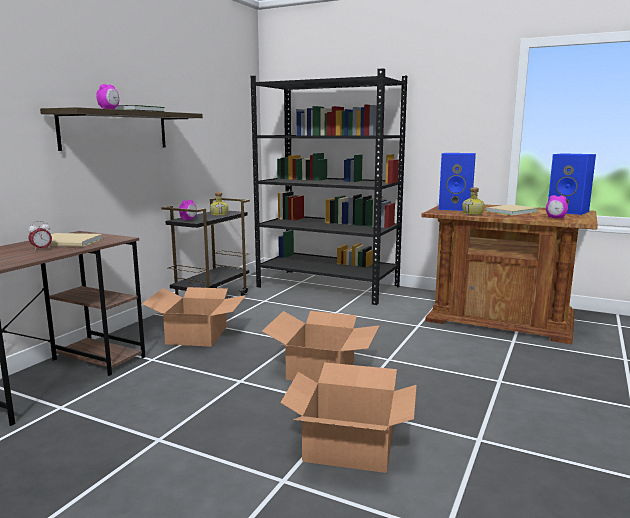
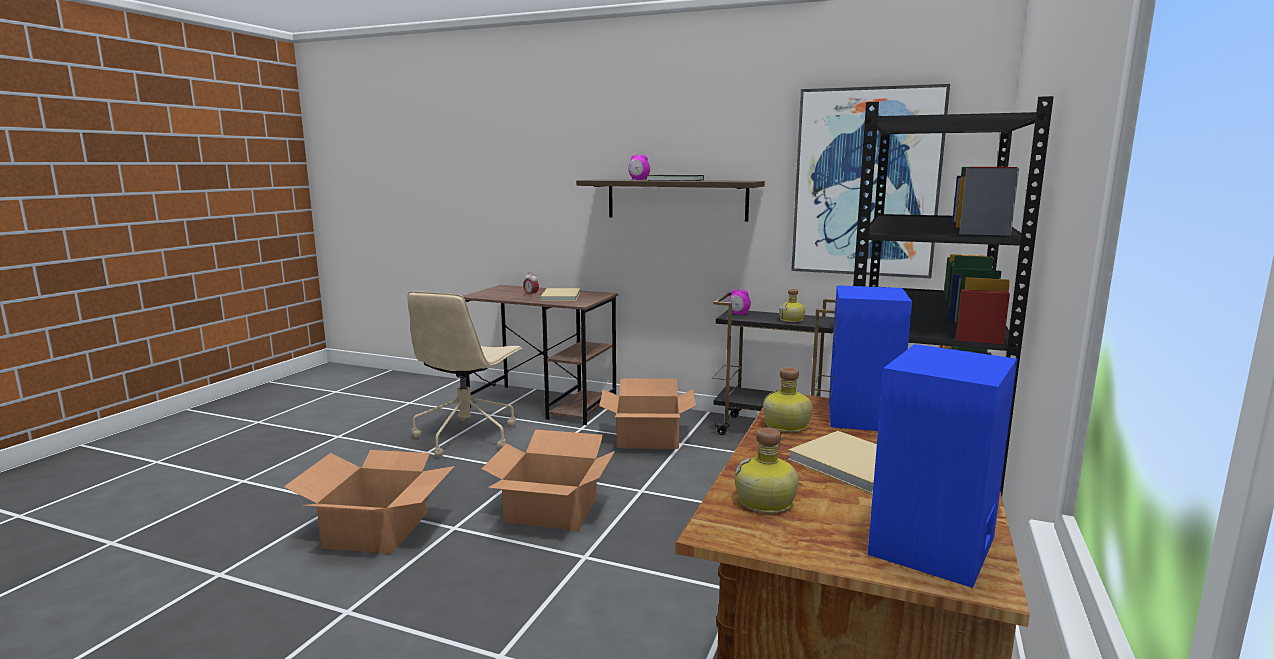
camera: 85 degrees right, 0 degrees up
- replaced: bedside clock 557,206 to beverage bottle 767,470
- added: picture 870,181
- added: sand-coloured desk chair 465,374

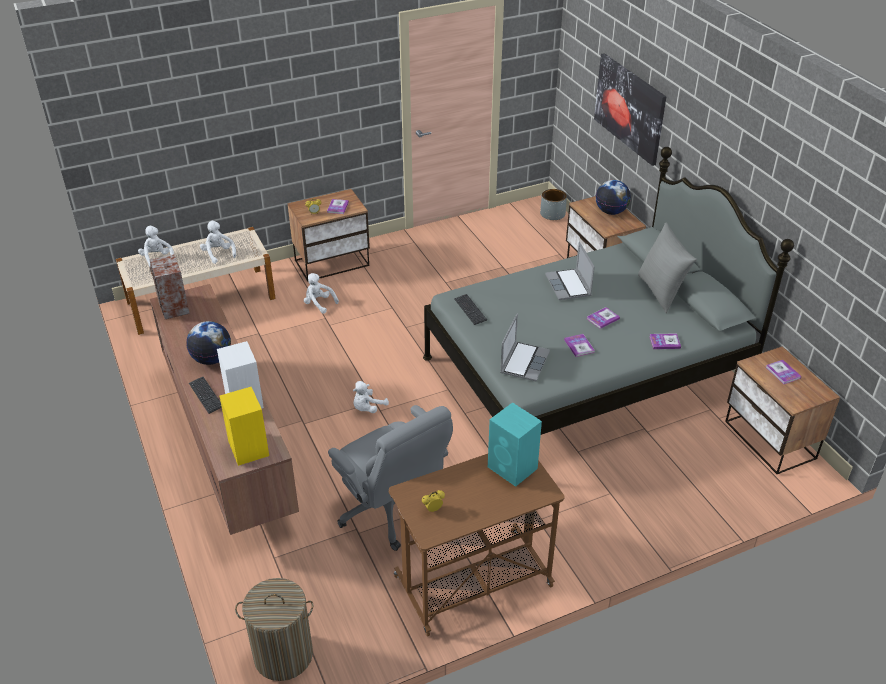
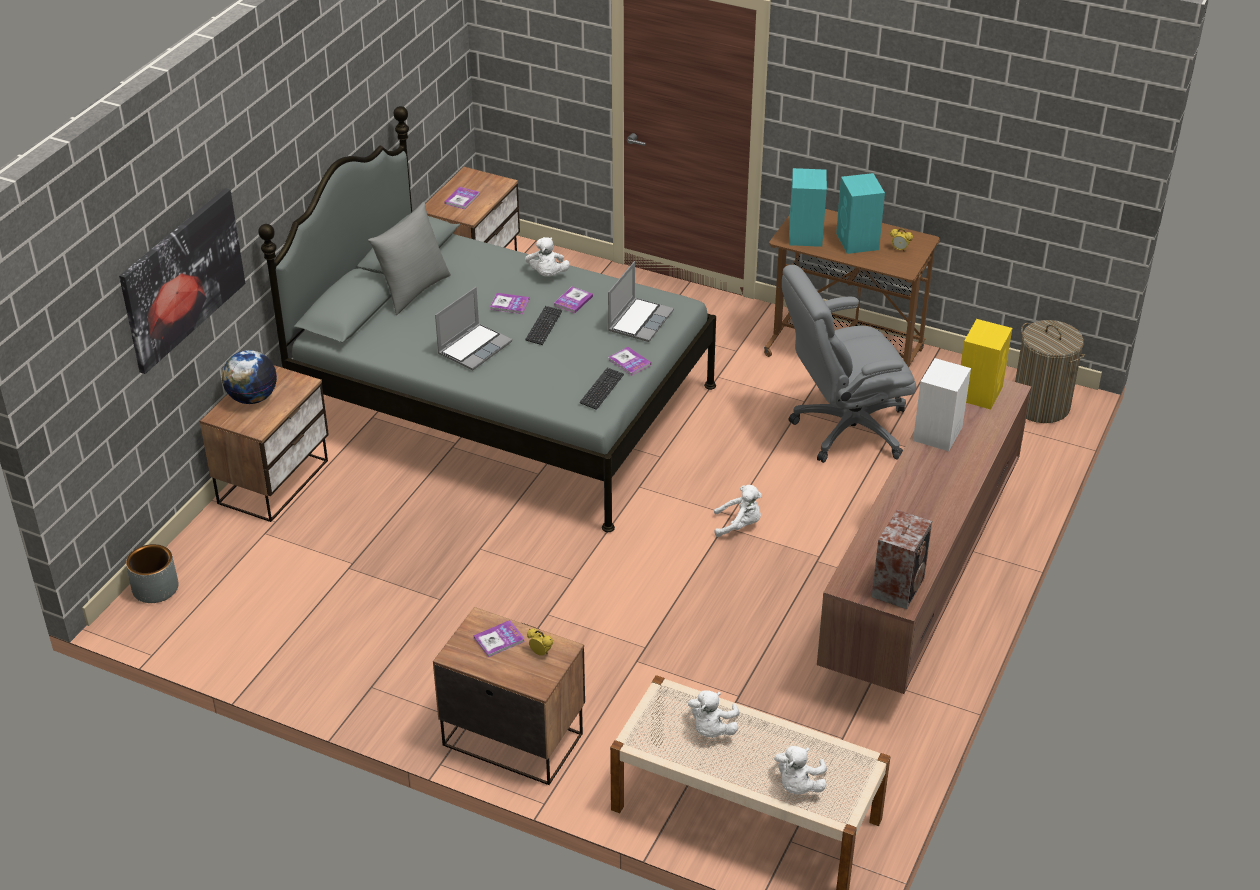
camera: 130 degrees left, 0 degrees up
- moved: whitish soft toy 321,293 to 547,257
- turned: portable computer 525,347 = 641,301 135 degrees clockwise
- removed: desk globe 208,343
- moved: bound book 665,341 to 630,361
- moved: computer keyboard 205,395 to 543,325
- turned: gray desk chair 390,478 = 849,364 120 degrees counterclockwise
- added: turquoise-coloured loudspeaker 860,213

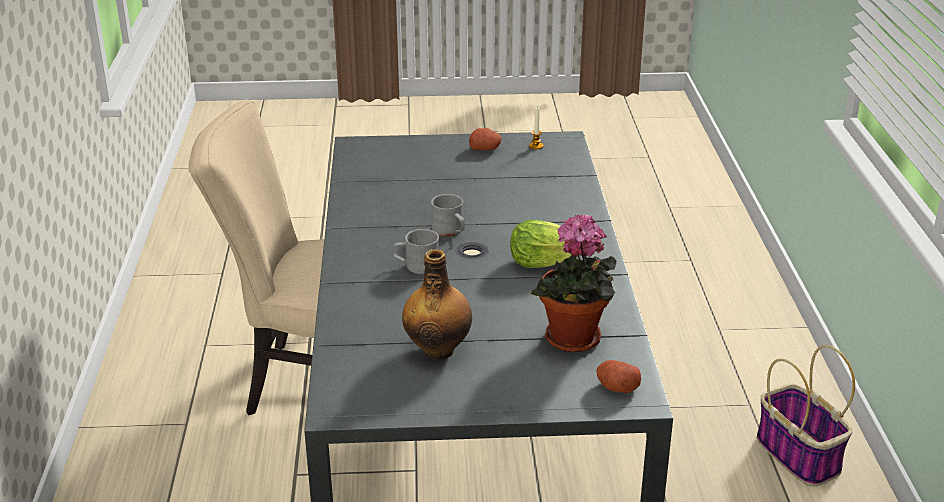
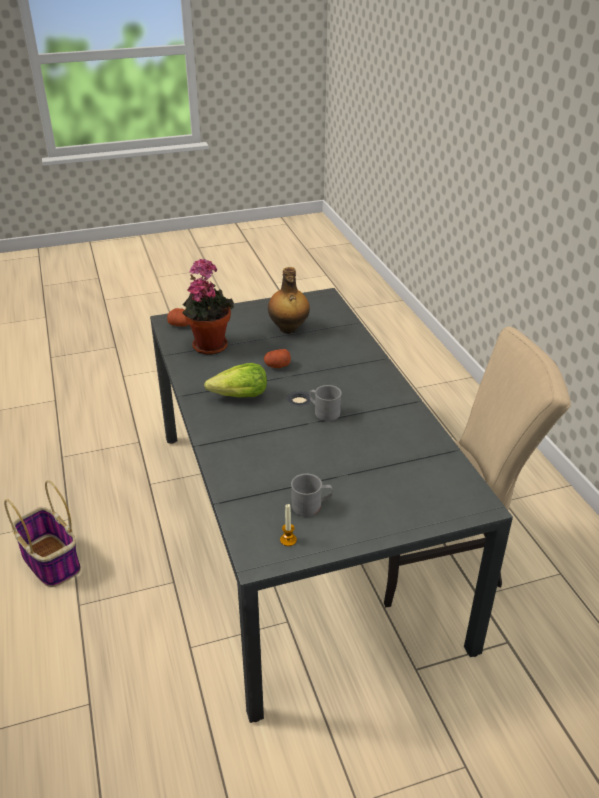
camera: 165 degrees right, 5 degrees up
- moved: spud 485,139 to 277,358
- moved: gray coffee mug 416,251 to 312,495

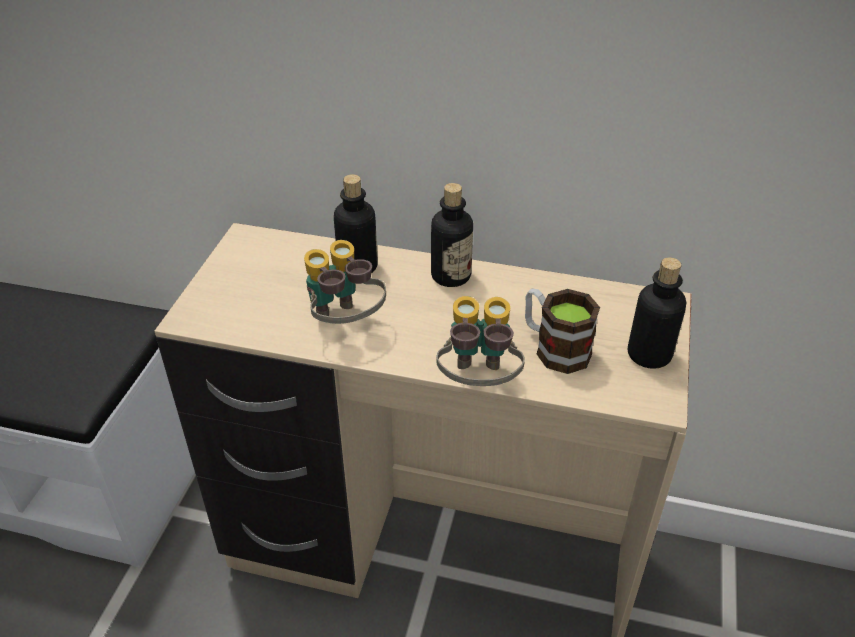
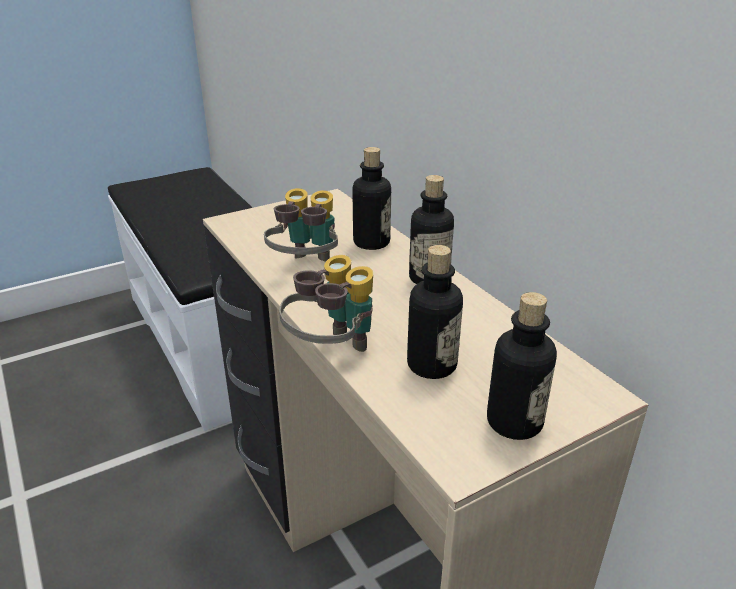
camera: 45 degrees right, 10 degrees down
- replaced: coffee mug 562,331 to beverage bottle 435,312

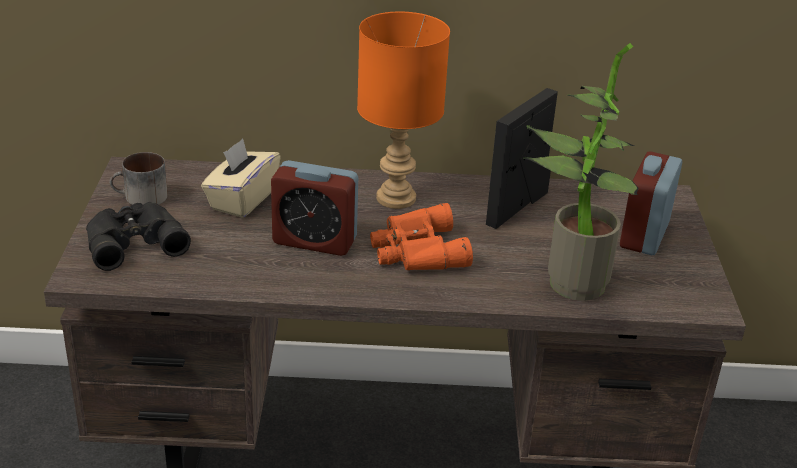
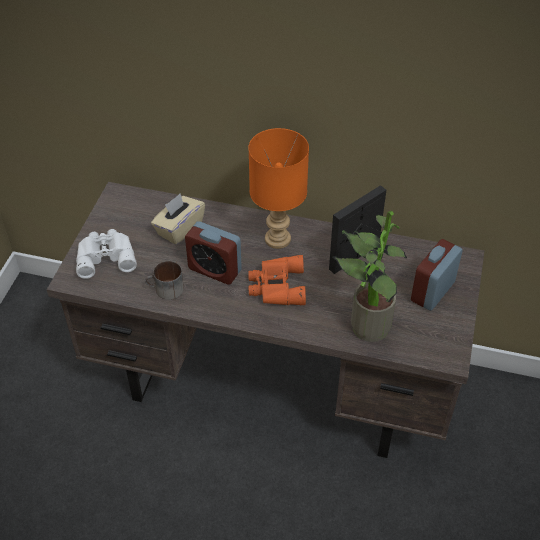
camera: 15 degrees right, 15 degrees up
- moved: coffee mug 138,178 to 164,280
- recoloured: black-coloured binoculars 138,236 to whitish binoculars 106,254

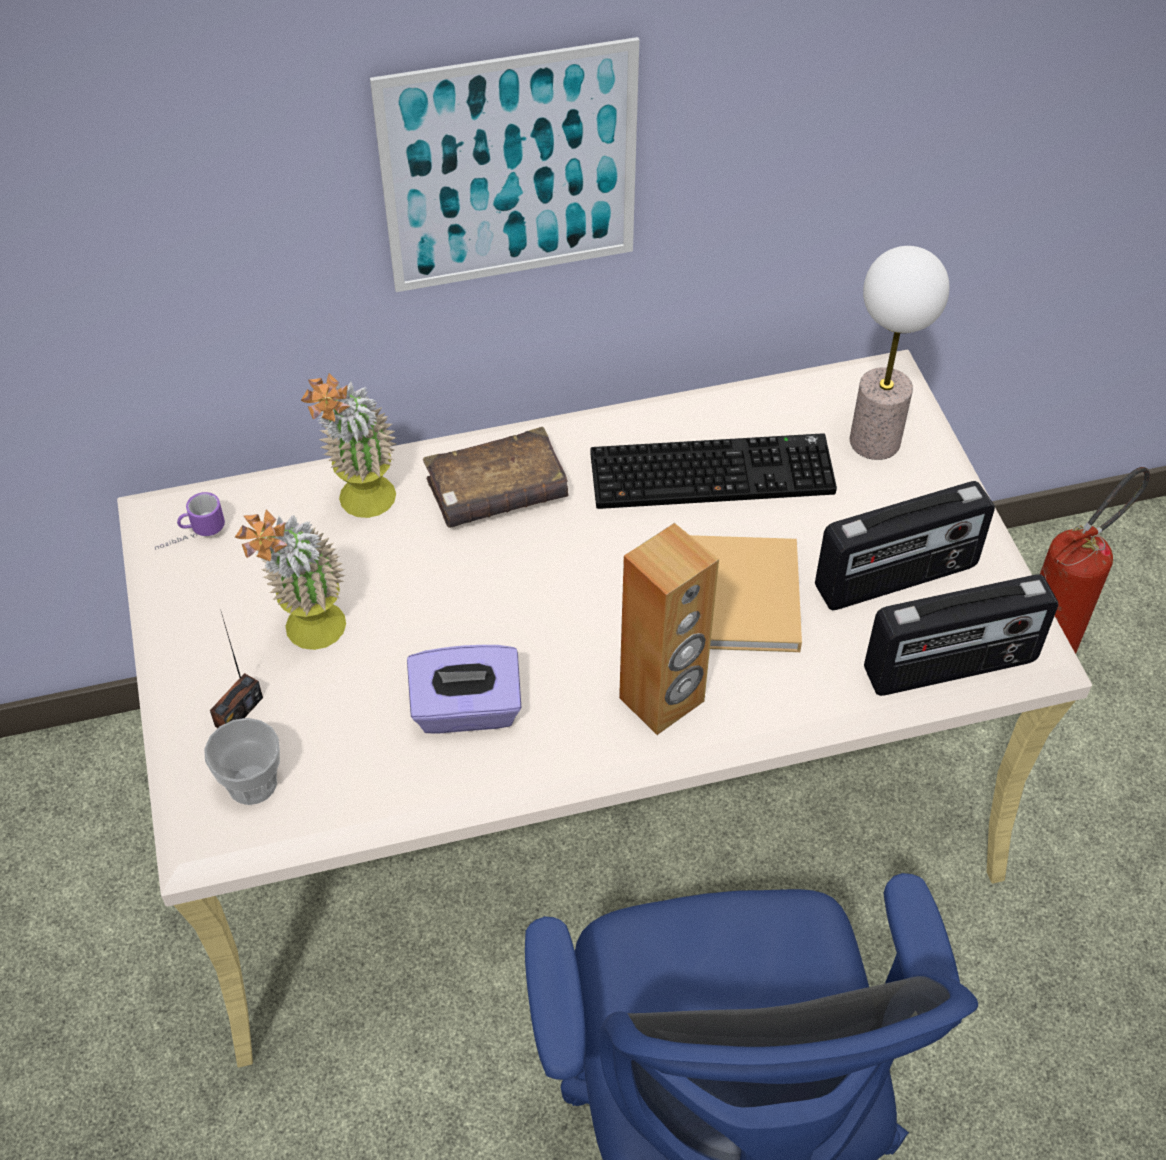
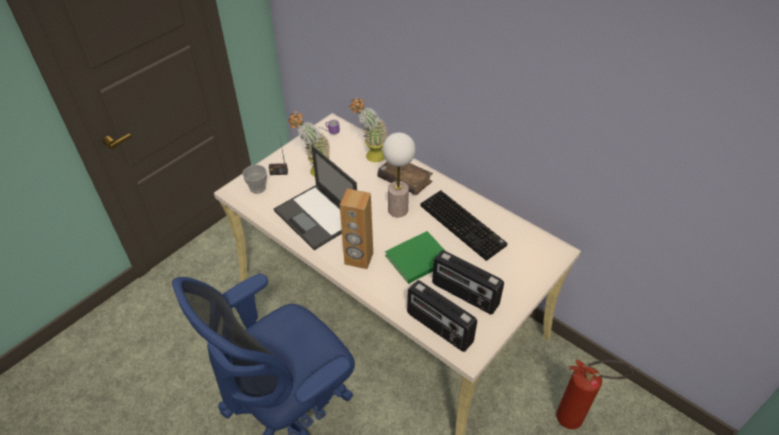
camera: 55 degrees right, 5 degrees down
- removed: picture 504,164
- moved: table lamp 899,353 to 399,175
- recoloured: sand-coloured bound book 746,593 to greenish bound book 415,257
- replaced: purple tissue holder 464,689 to portable computer 315,197

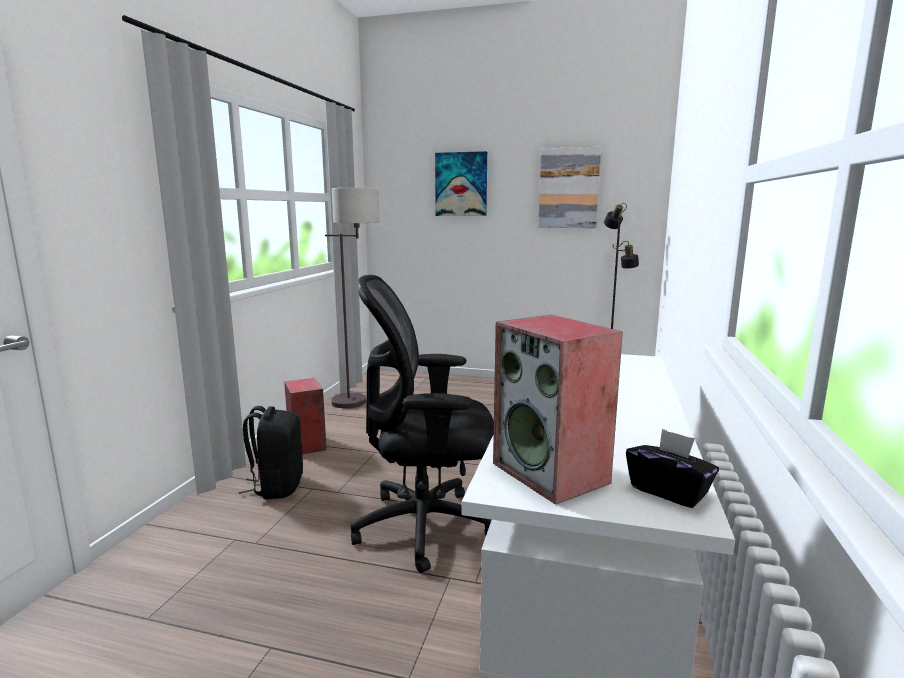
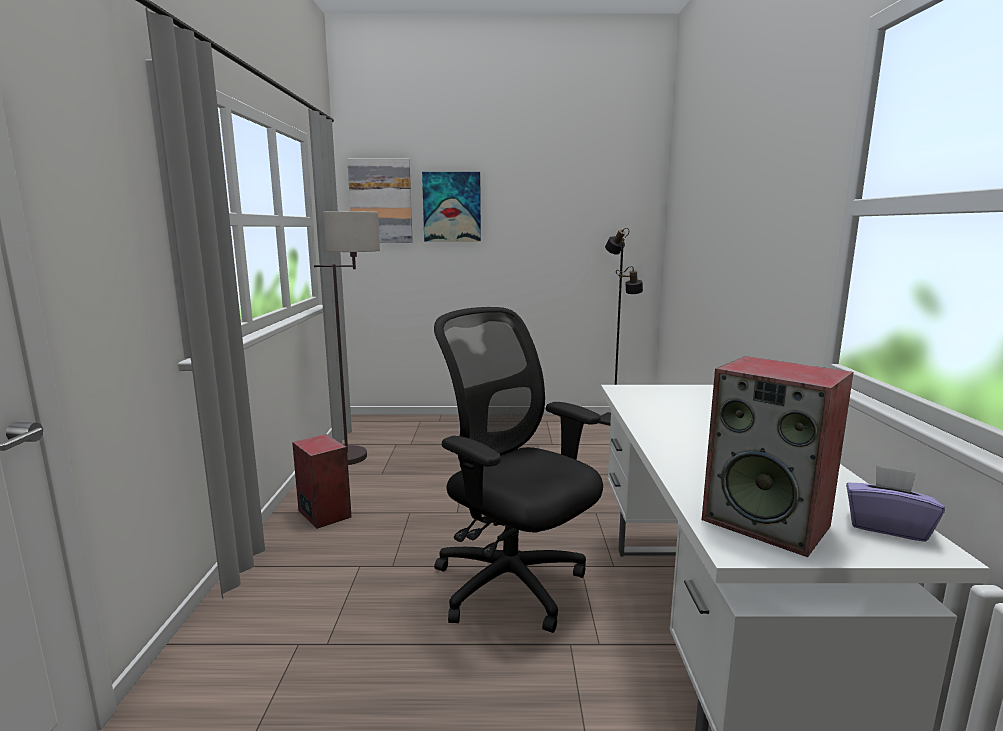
camera: 15 degrees left, 0 degrees up
- moved: picture 569,187 to 380,201
- turned: black-coloured desk chair 422,424 = 518,470 60 degrees clockwise
- removed: black-coloured backpack 271,452
- recoloured: black-coloured tissue holder 672,468 to purple tissue holder 895,503

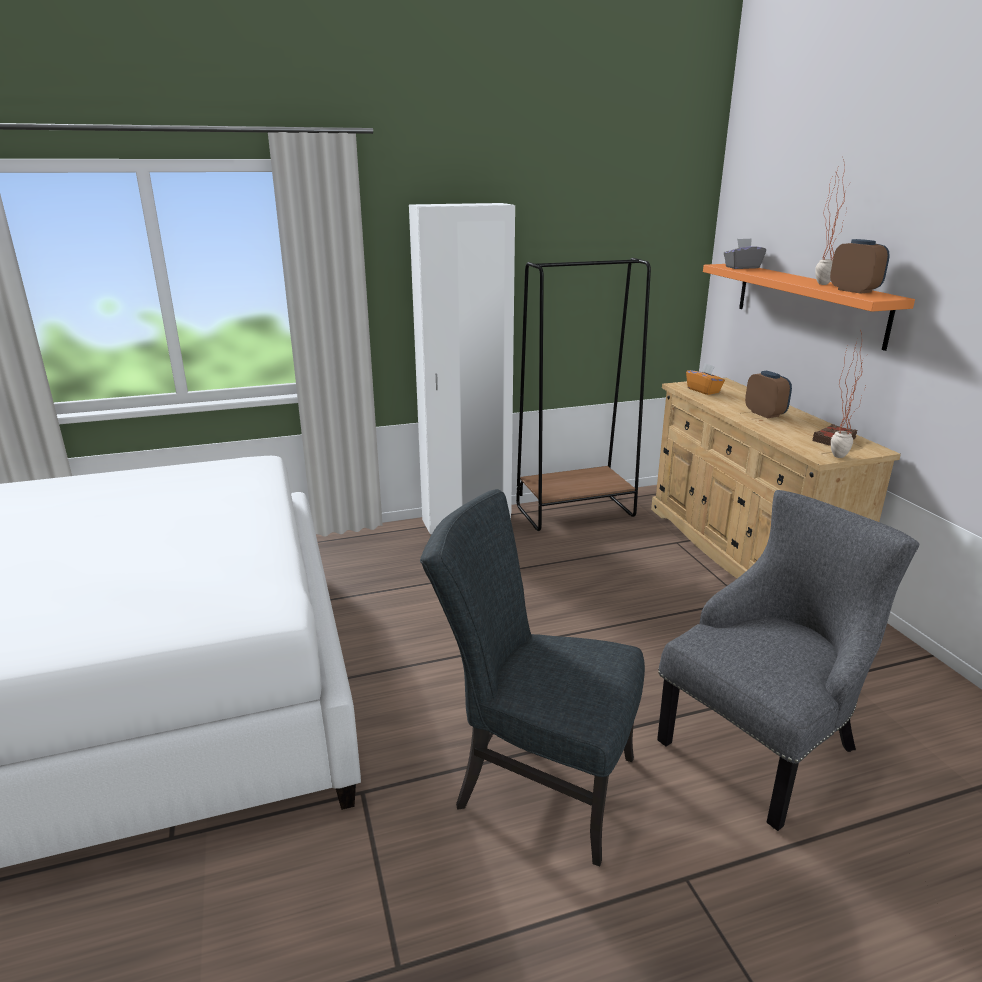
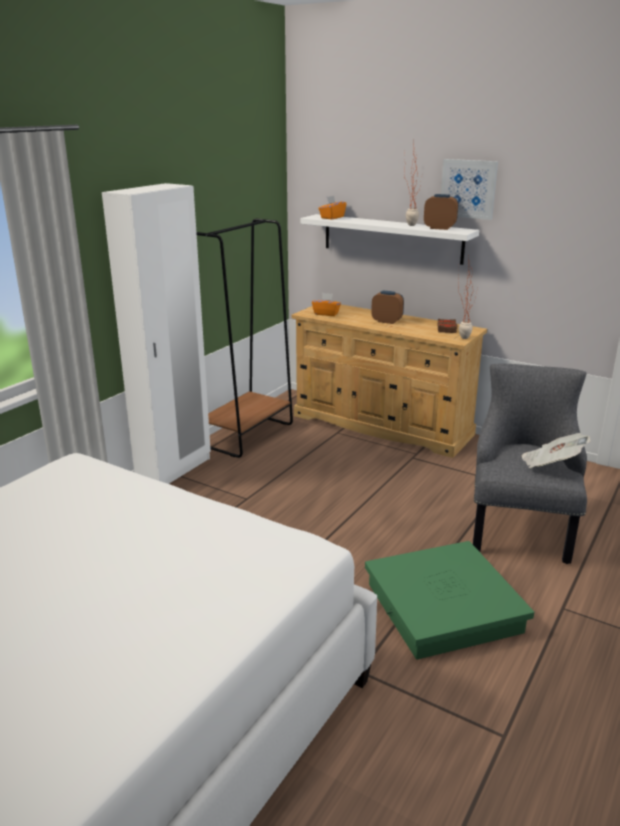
camera: 40 degrees left, 0 degrees up
- recoloured: gray tissue holder 745,253 to orangey tissue holder 332,207
- recoloured: orangey wall shelf 809,307 to whitish wall shelf 390,239
- replaced: gray plain chair 532,678 to greenish storage box 449,600
- added: picture 469,189
- added: printed paper 556,450

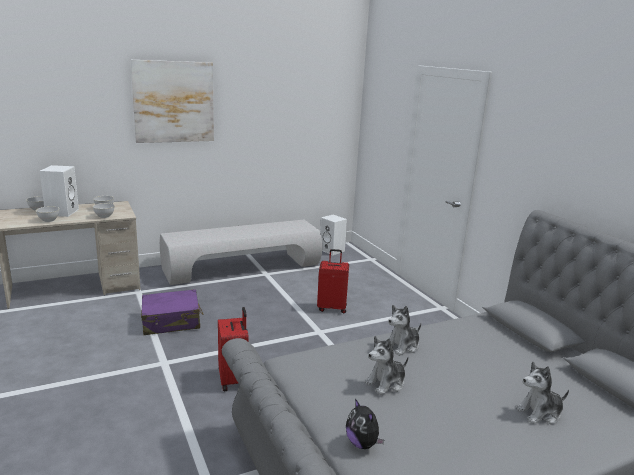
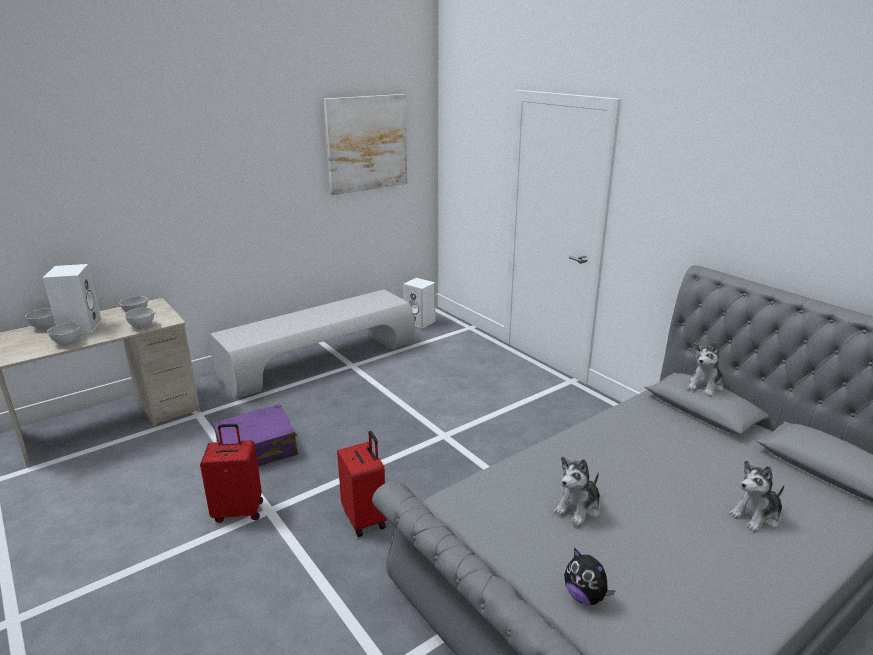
camera: 10 degrees left, 5 degrees up
- moved: picture 172,101 to 365,144
- moved: red travel case 333,281 to 231,473
- moved: soft toy 404,330 to 705,369

